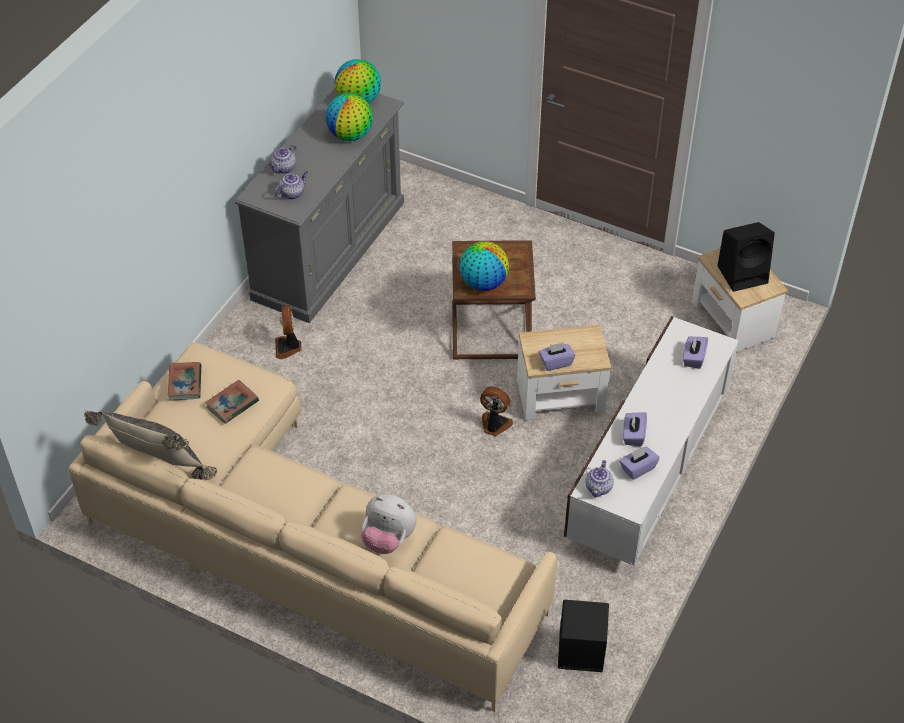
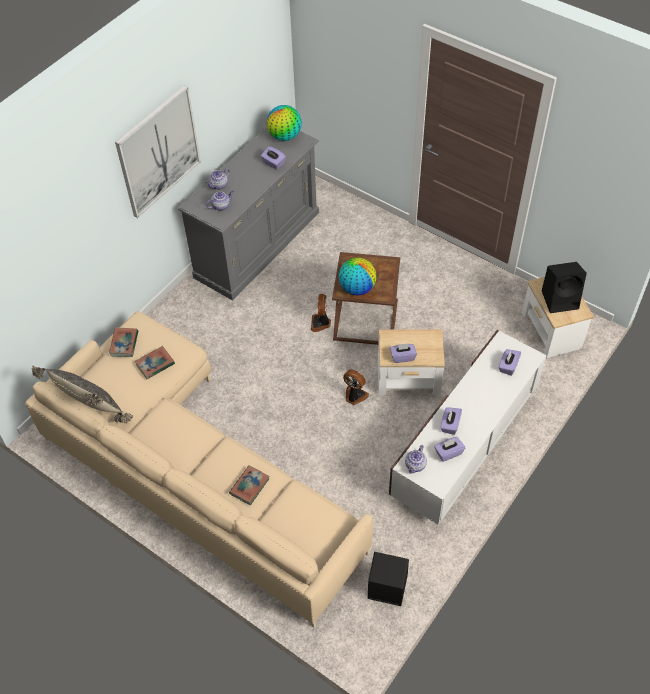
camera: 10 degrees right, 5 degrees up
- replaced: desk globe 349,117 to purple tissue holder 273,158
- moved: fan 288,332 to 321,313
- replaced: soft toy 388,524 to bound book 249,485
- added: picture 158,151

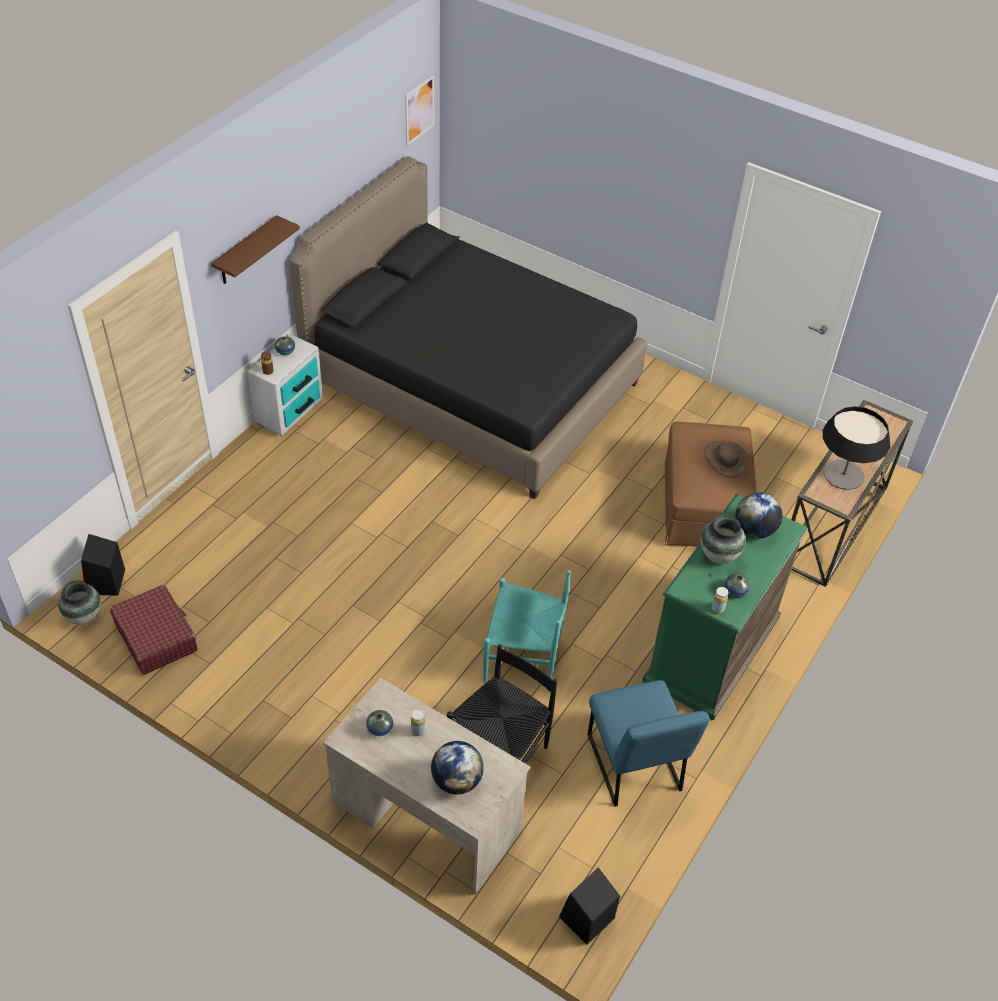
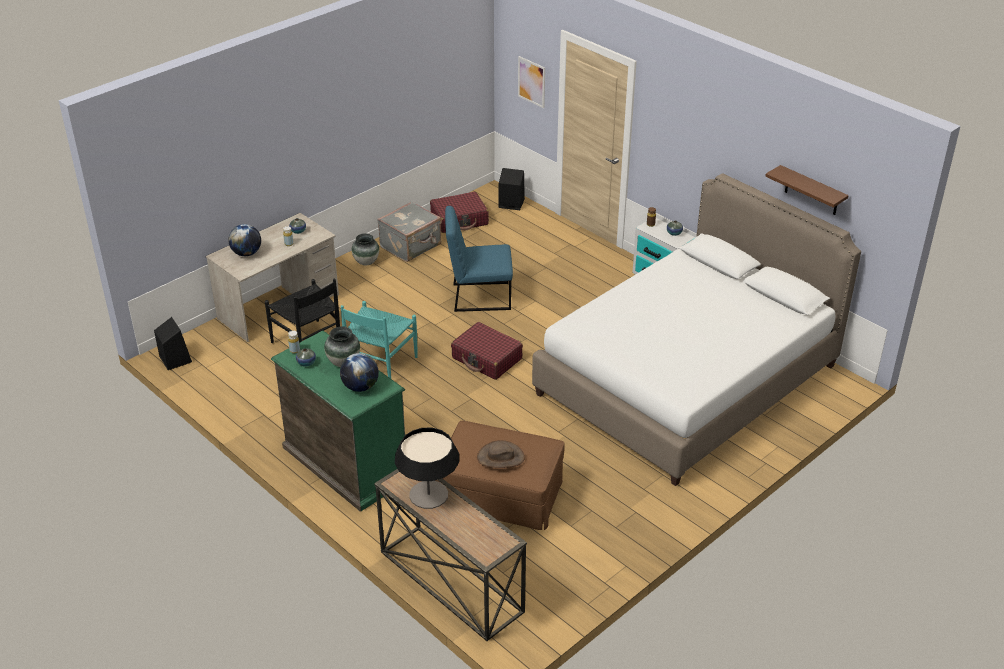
camera: 105 degrees right, 10 degrees down
- moved: picture 419,110 to 531,82
- recoloured: black-coloured sleeping bed 468,327 to whitish sleeping bed 696,329
- moved: brown wall shelf 255,249 to 807,190
- moved: flower vase 79,602 to 365,249
- moved: blue-coloured plain chair 649,743 to 479,259
- added: gray travel case 409,231
- added: red travel case 487,351

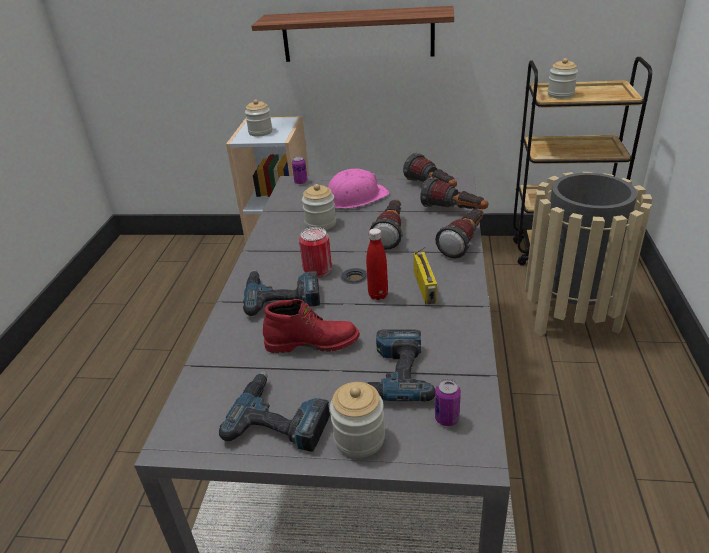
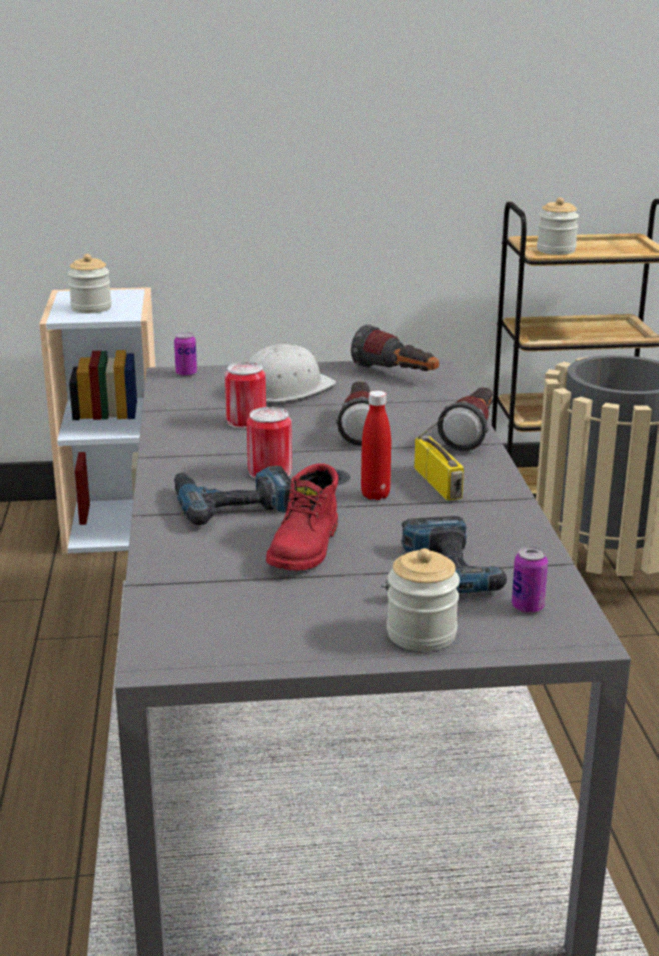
camera: 15 degrees left, 10 degrees down
- removed: wall shelf 353,34
- recoloured: pinkish safety helmet 358,189 to whitish safety helmet 292,373
- removed: flashlight 454,193
- replaced: storage jar 319,207 to can 245,395
- turned: red boot 311,326 = 302,517 120 degrees clockwise
- removed: electric drill 274,411

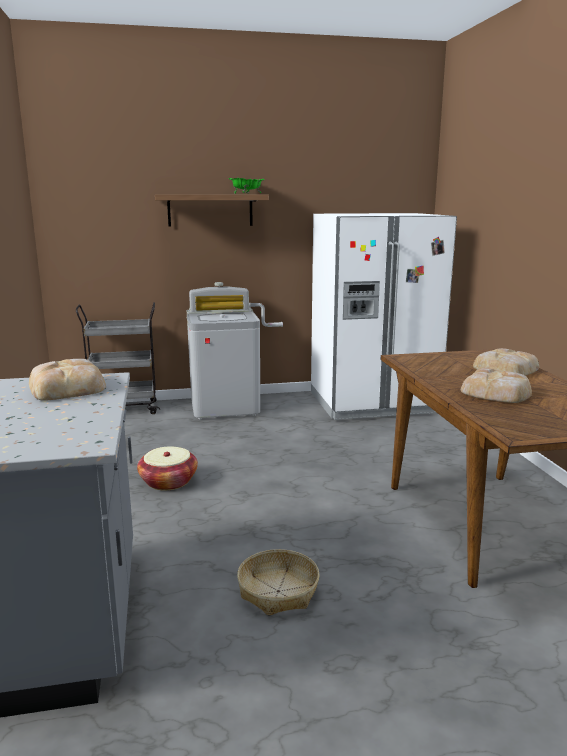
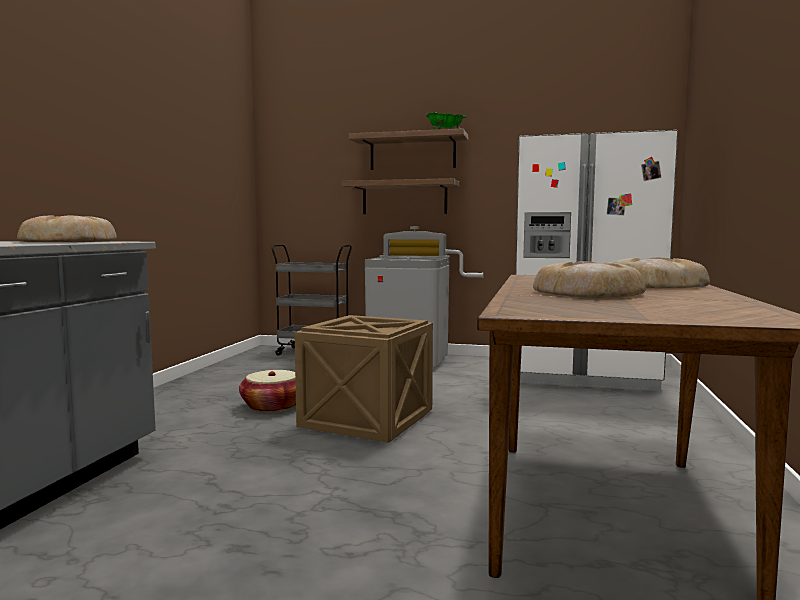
camera: 25 degrees right, 10 degrees down
- removed: household basket 278,582
- added: wall shelf 400,196
- added: crate 363,379

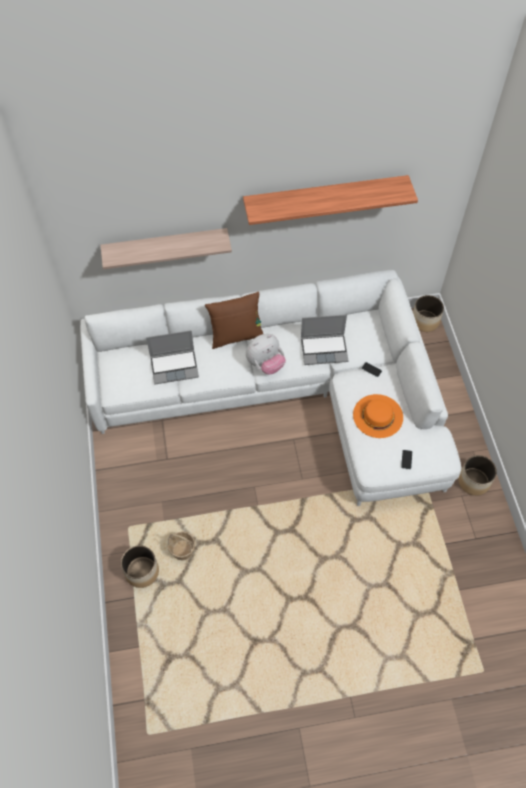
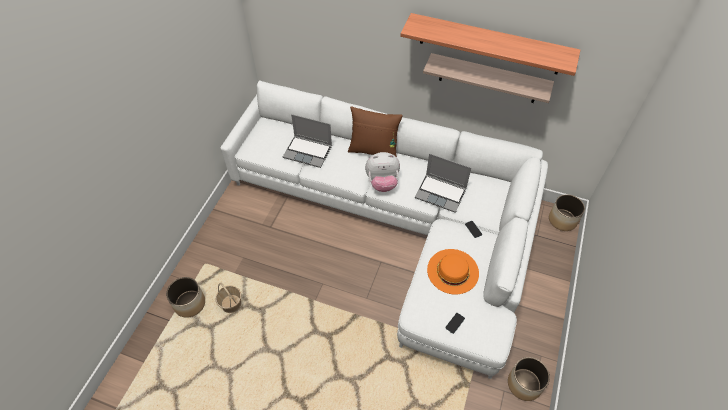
camera: 30 degrees right, 5 degrees down
- moved: wall shelf 166,249 to 488,78

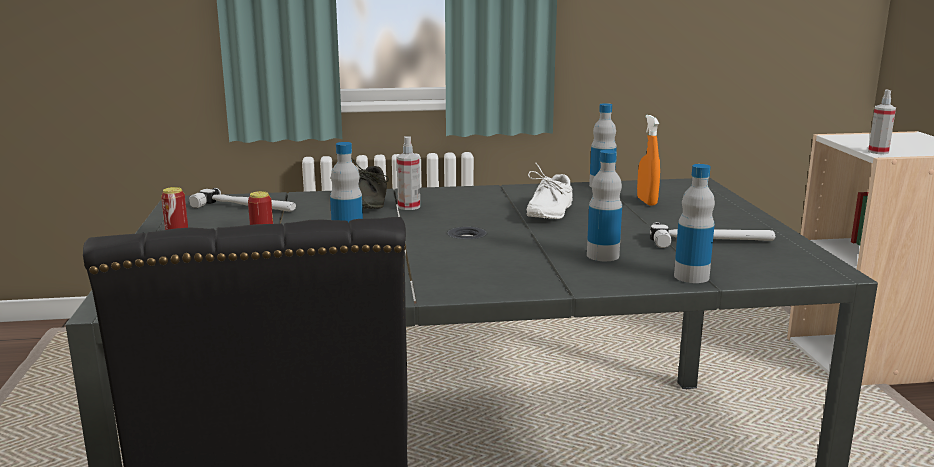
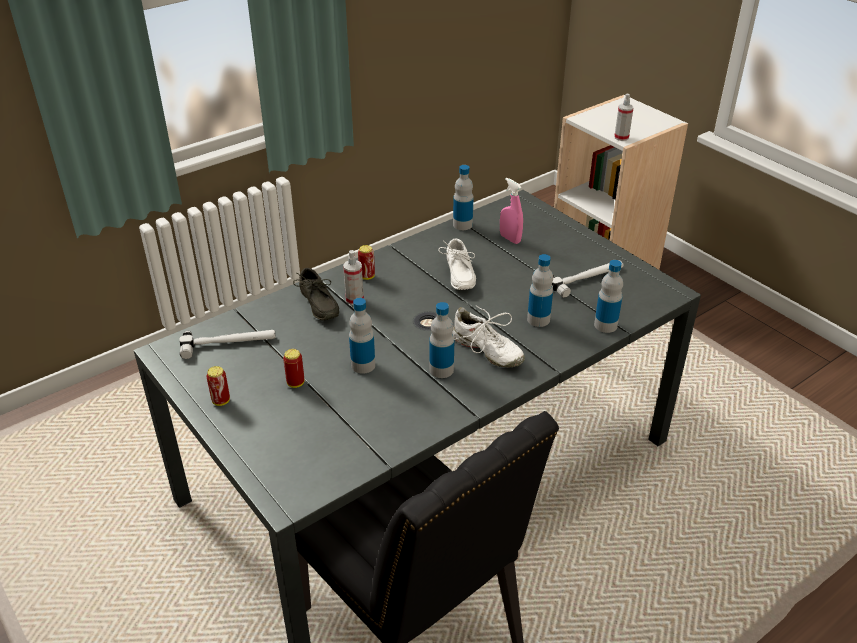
camera: 30 degrees left, 20 degrees up
- recoloured: orangey hand sprayer 648,160 to pinkish hand sprayer 511,211
- added: can 366,262
- added: beverage bottle 441,340
- added: whitish low shoe 488,336

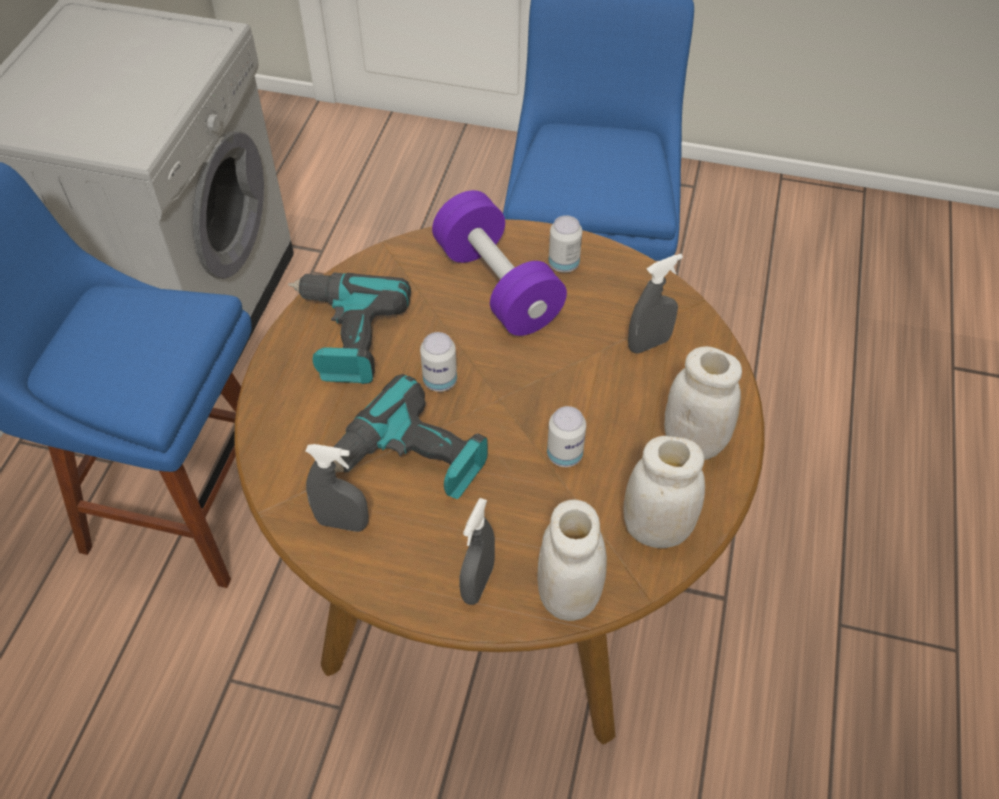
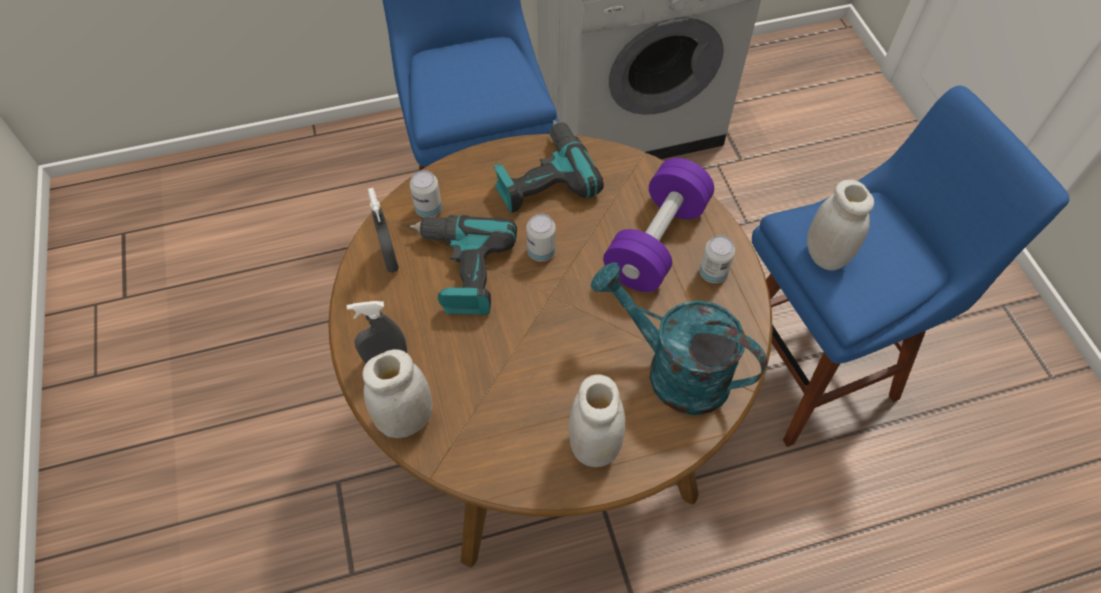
camera: 60 degrees right, 5 degrees up
- replaced: gray hand sprayer 655,304 to turquoise-coloured sprinkling can 679,338
- moved: can 566,436 to 426,193
- moved: whitish storage jar 664,492 to 840,224

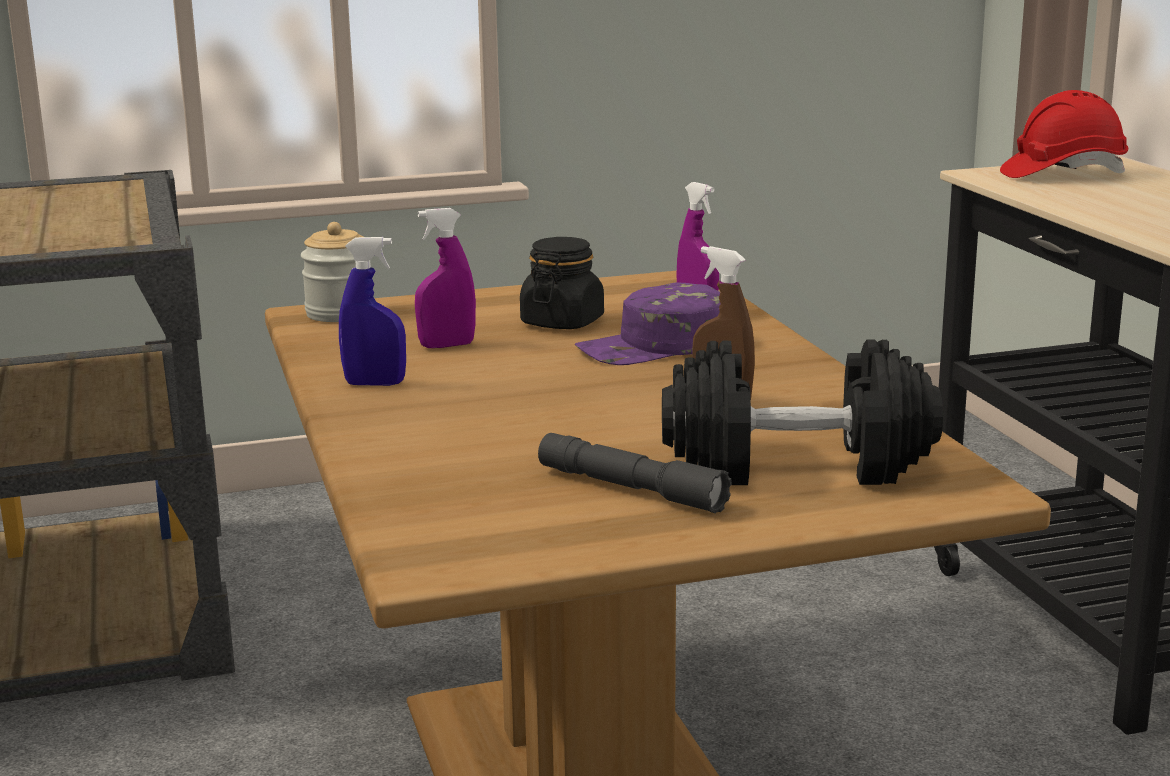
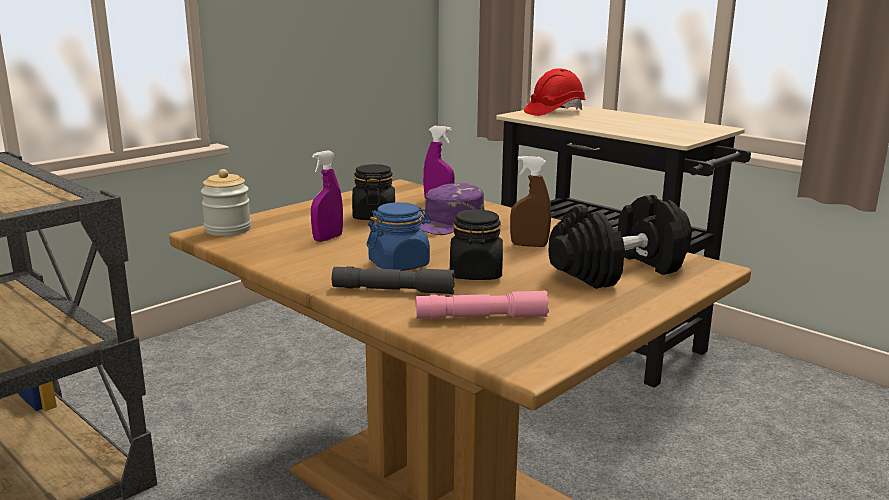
camera: 30 degrees left, 0 degrees up
- removed: blue-coloured hand sprayer 372,311
- moved: gray flashlight 635,473 to 393,280
- added: blue-coloured storage jar 399,236
- added: black-coloured storage jar 476,244
- added: pinkish flashlight 482,304

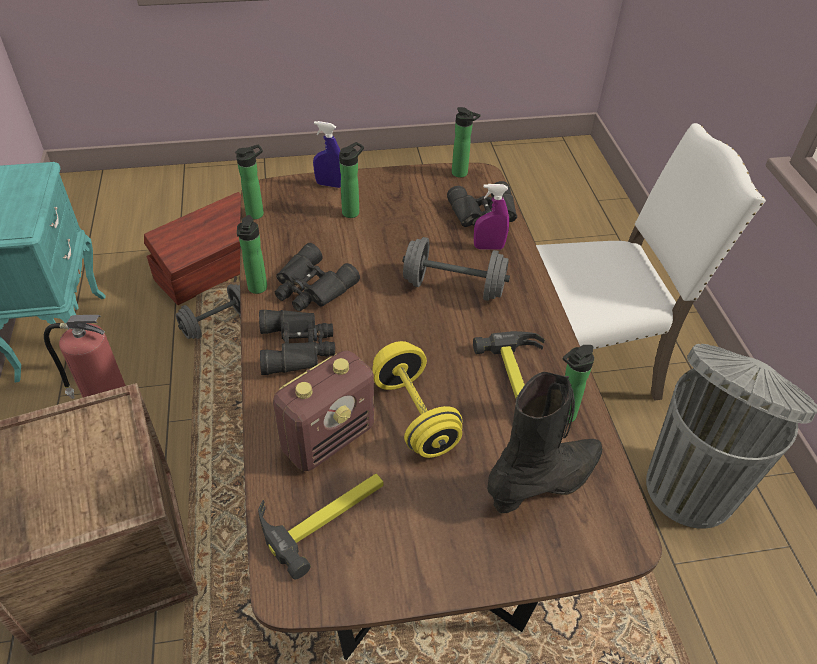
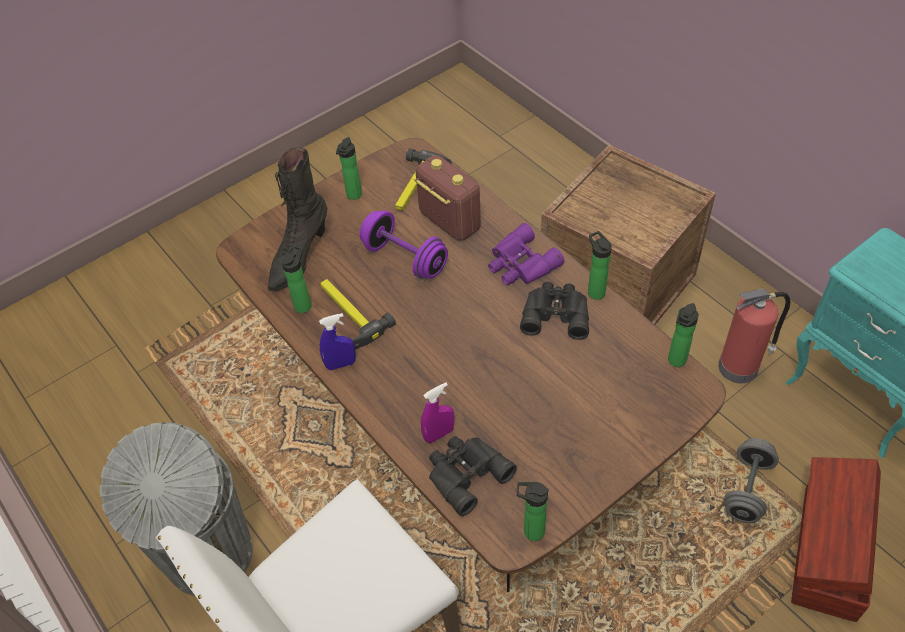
camera: 155 degrees right, 5 degrees up
- moved: blue-coloured hand sprayer 327,154 to 337,341
- moved: beverage bottle 351,180 to 349,168
- removed: gray free weight 456,269
- recoloured: black-coloured binoculars 297,342 to purple binoculars 526,254
- recoloured: yellow-coloured free weight 417,399 to purple free weight 404,245
- turned: radio 323,410 = 447,198 120 degrees clockwise

